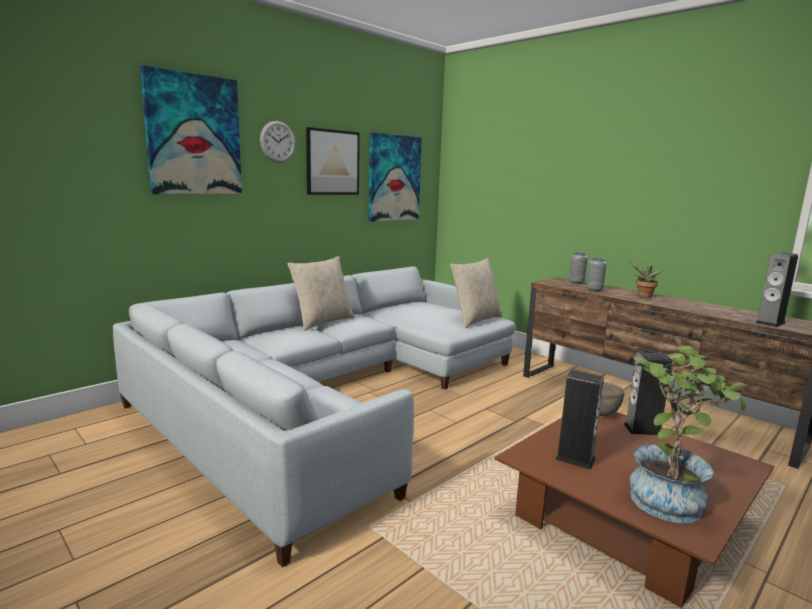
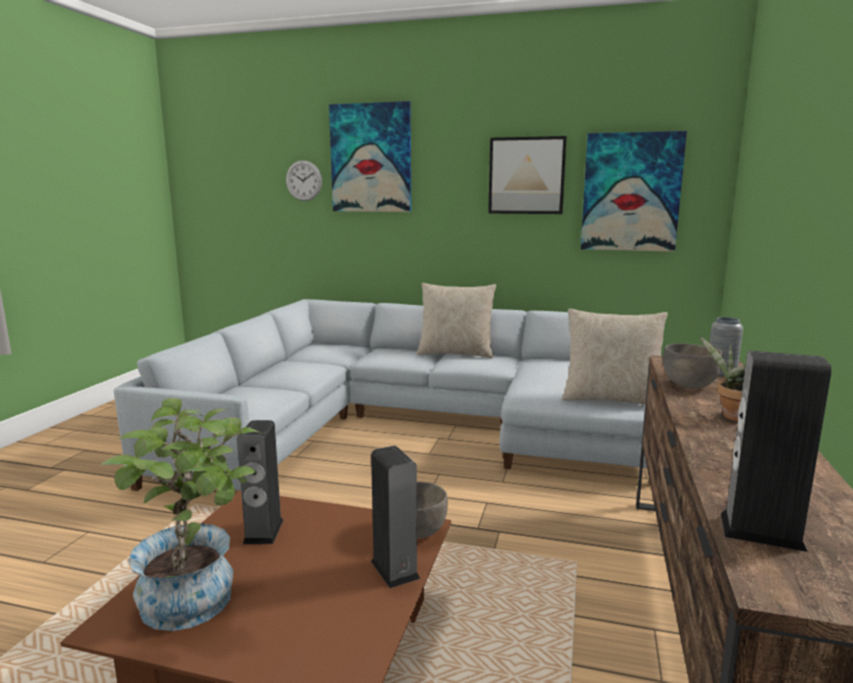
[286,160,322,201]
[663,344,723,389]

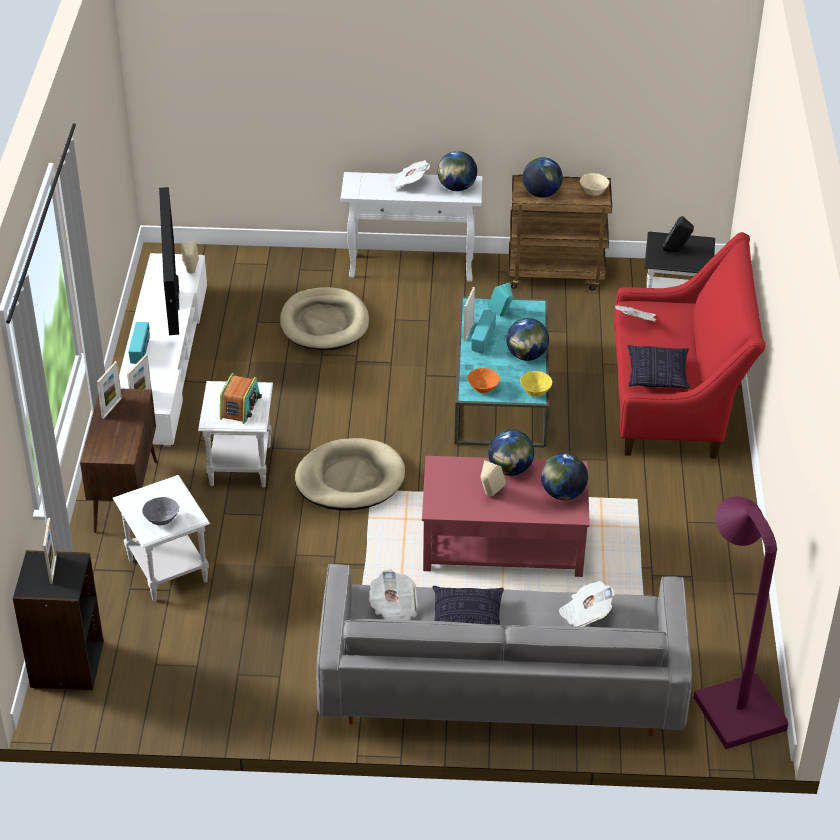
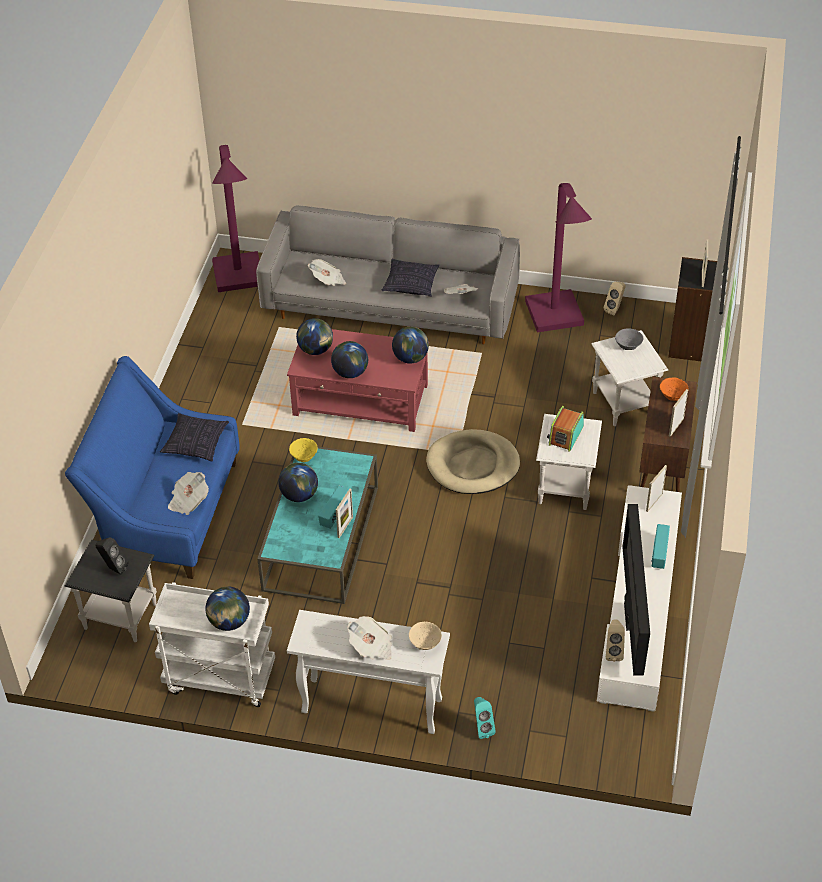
[392,327,429,364]
[409,622,442,650]
[149,582,275,707]
[65,356,240,579]
[474,697,496,739]
[280,287,369,350] (first image)
[660,378,689,401]
[604,282,626,315]
[525,183,592,332]

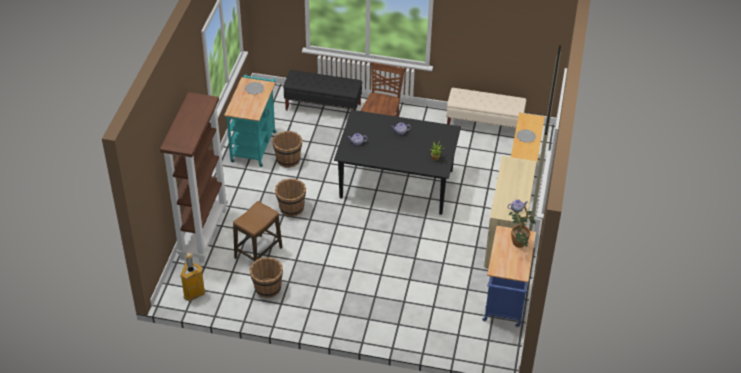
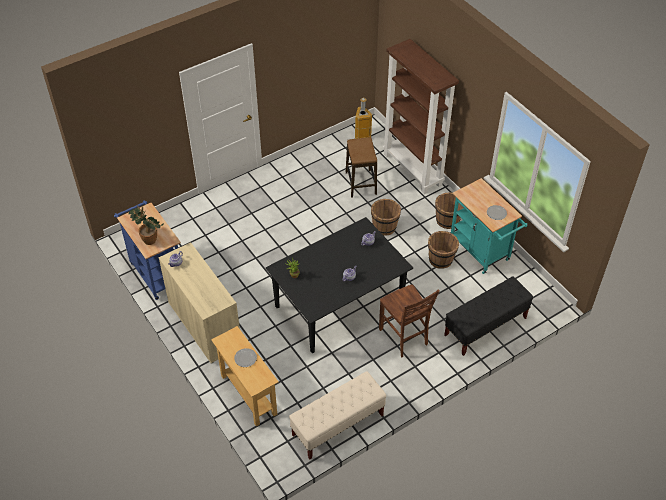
[435,192,464,229]

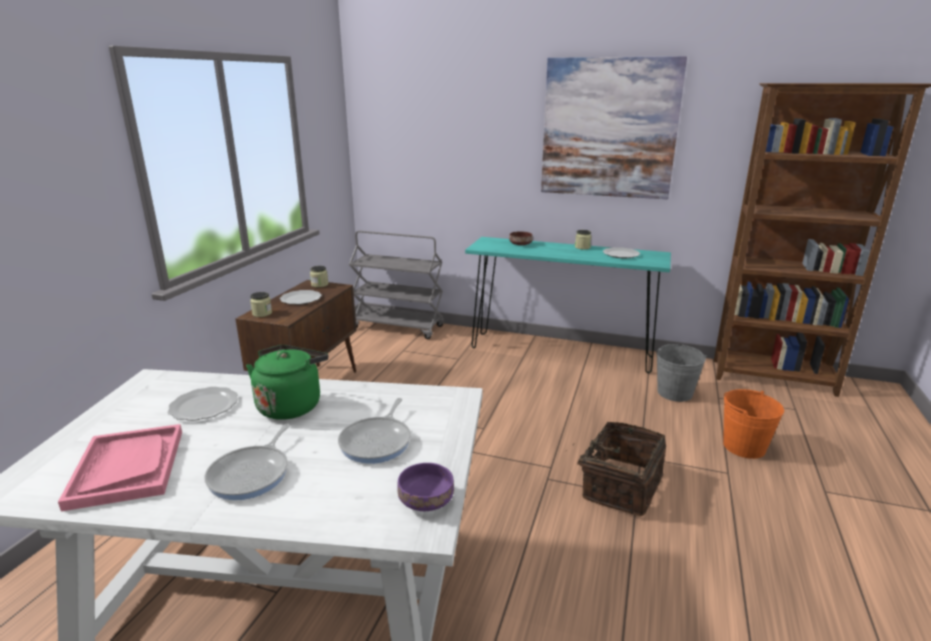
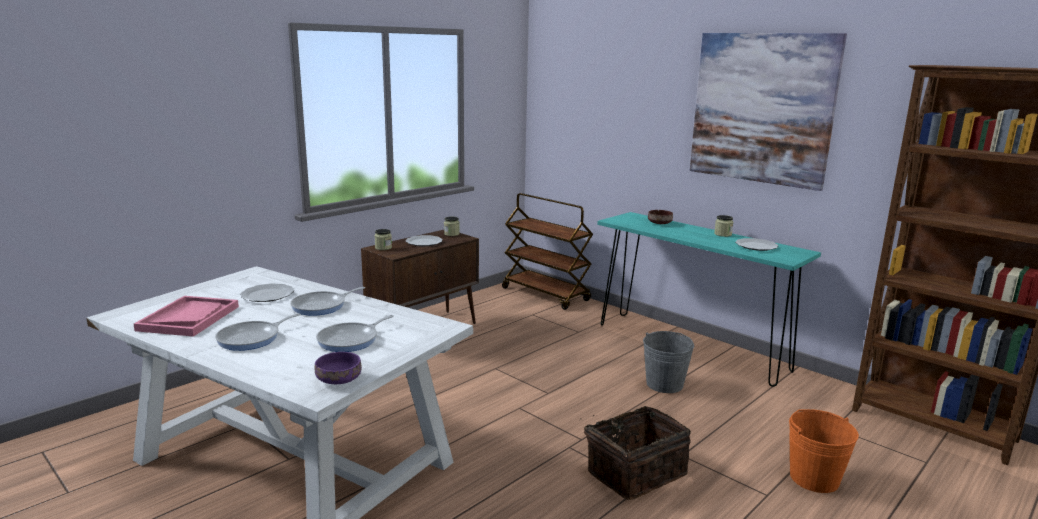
[502,193,593,310]
[643,331,694,393]
[290,287,365,316]

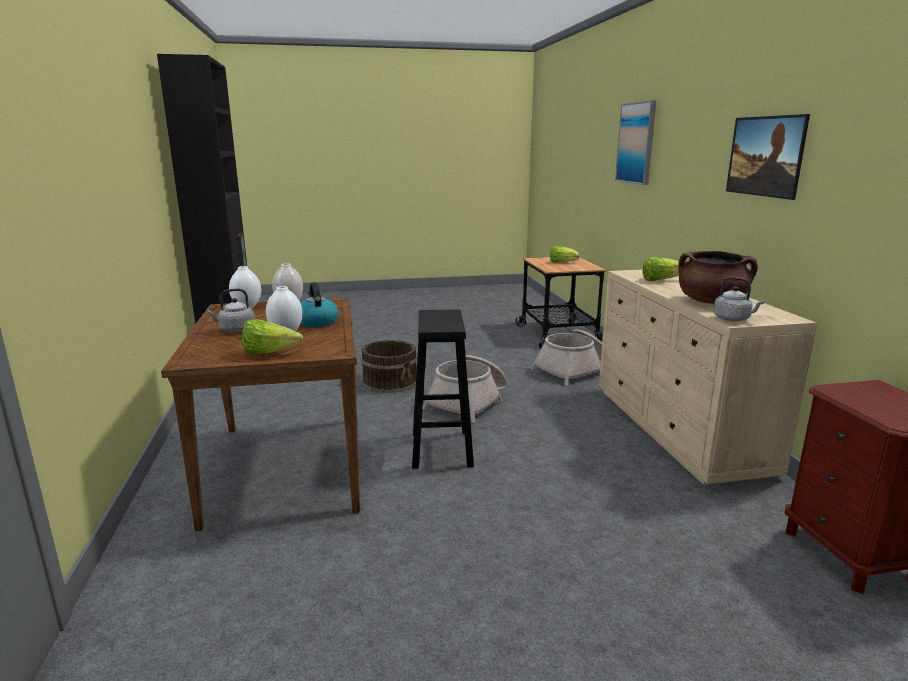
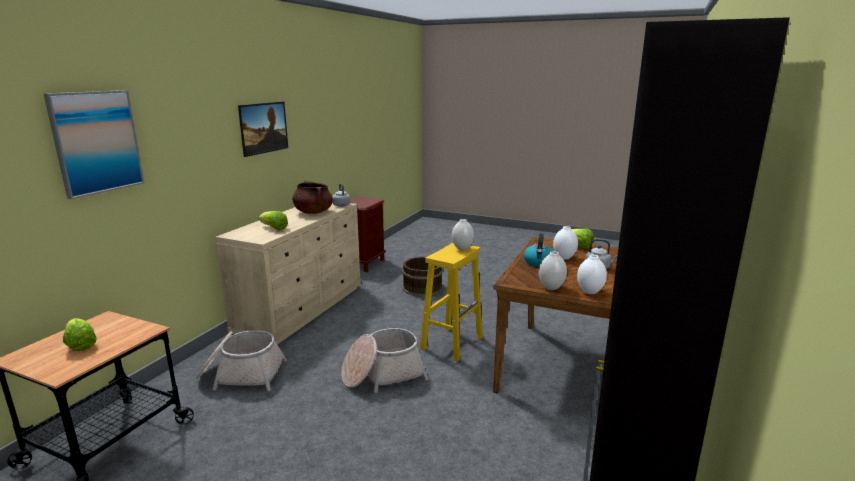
[420,243,483,362]
[402,257,443,297]
[452,219,474,250]

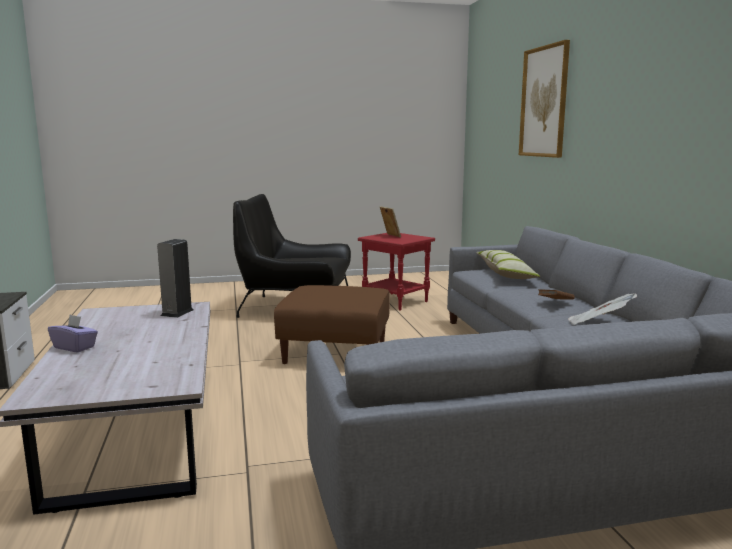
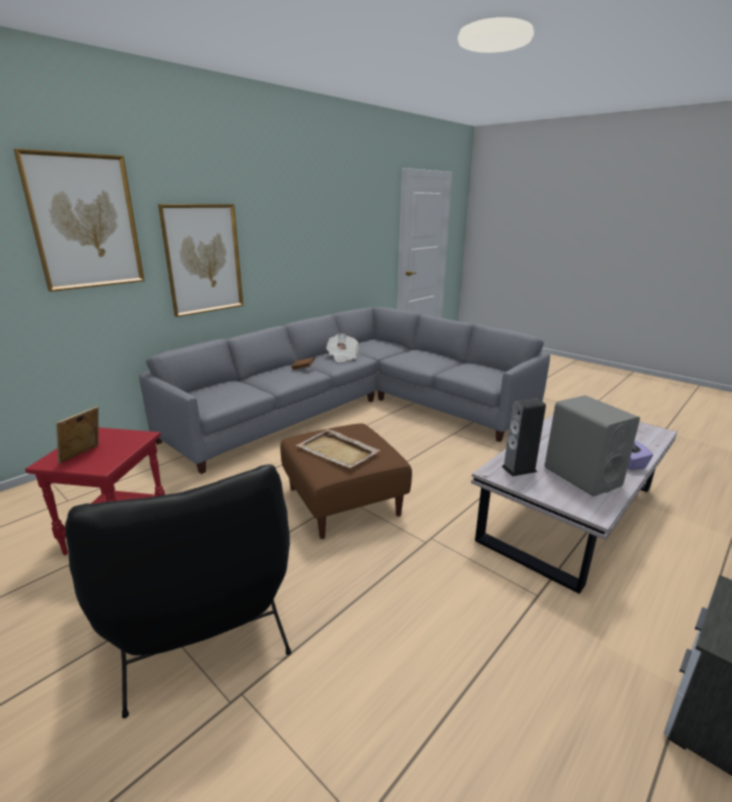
[476,250,540,279] (first image)
[158,204,243,317]
[544,395,640,497]
[296,429,380,468]

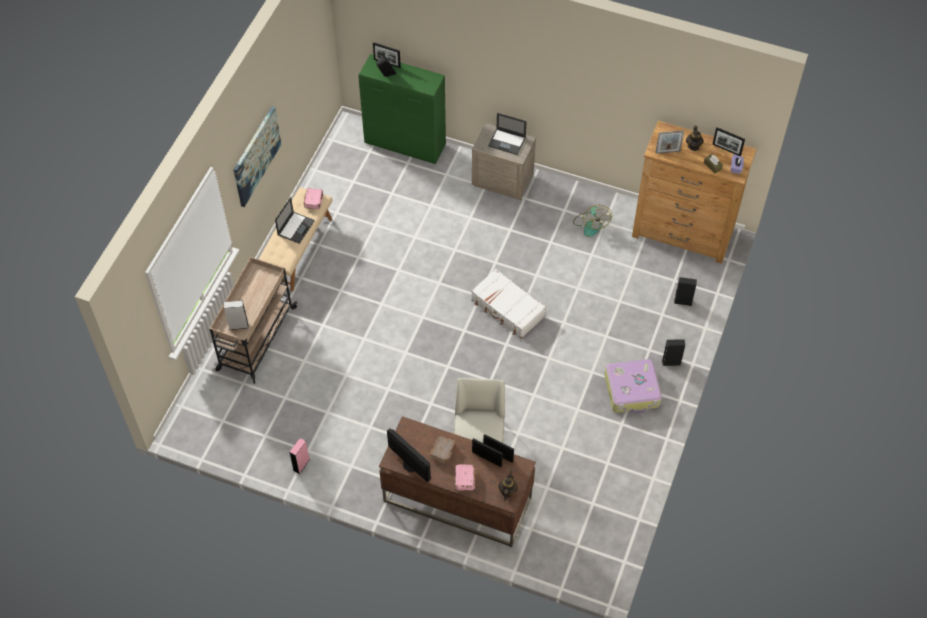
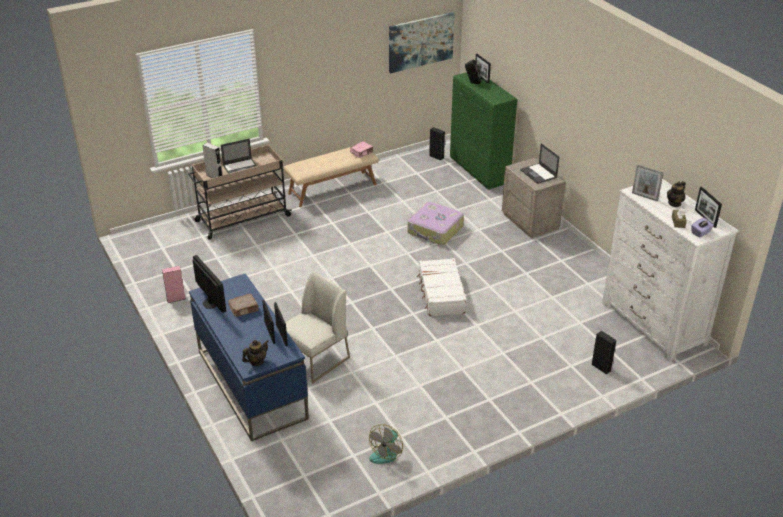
[389,12,455,73]
[602,179,738,362]
[221,138,256,174]
[369,424,403,464]
[429,127,445,161]
[408,202,464,245]
[189,273,309,441]
[193,255,226,313]
[455,464,475,491] (first image)

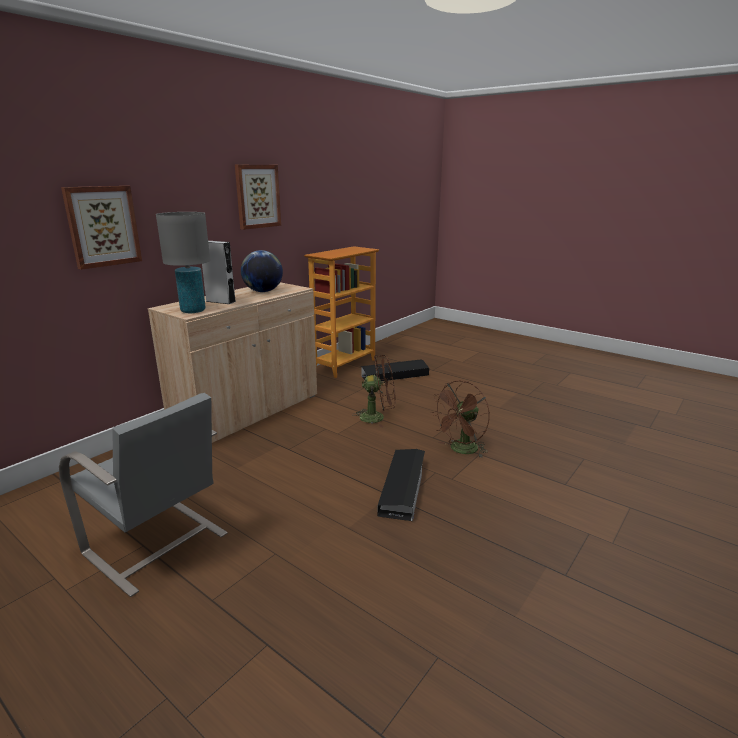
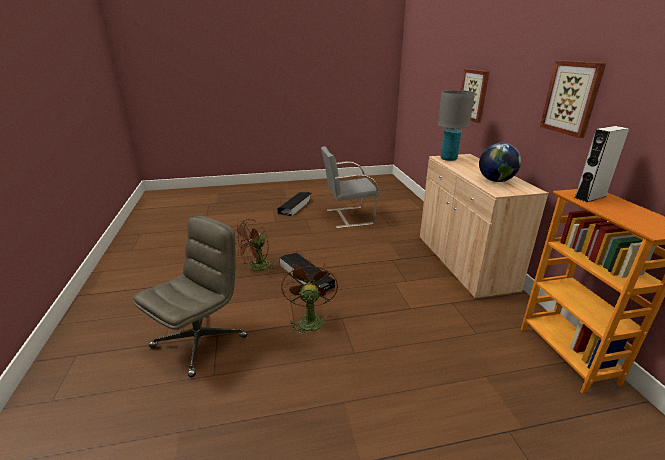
[575,126,629,202]
[235,219,276,272]
[277,192,312,217]
[133,216,247,378]

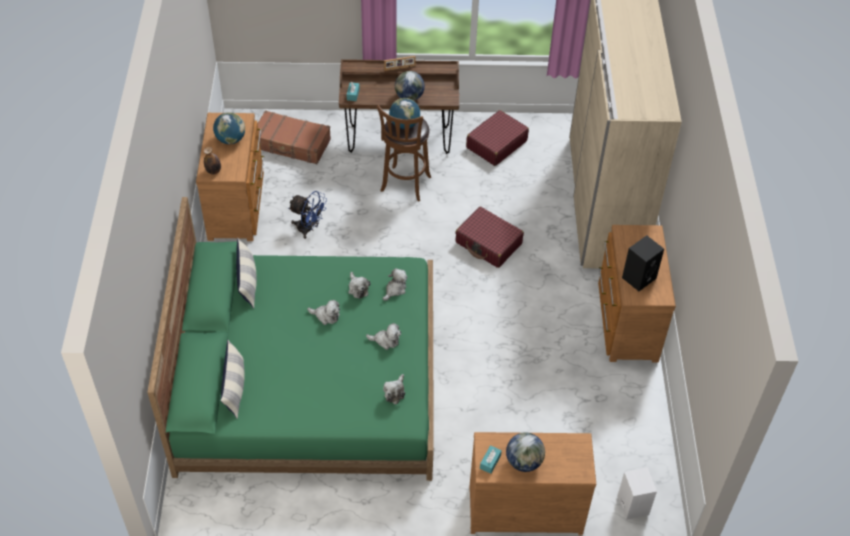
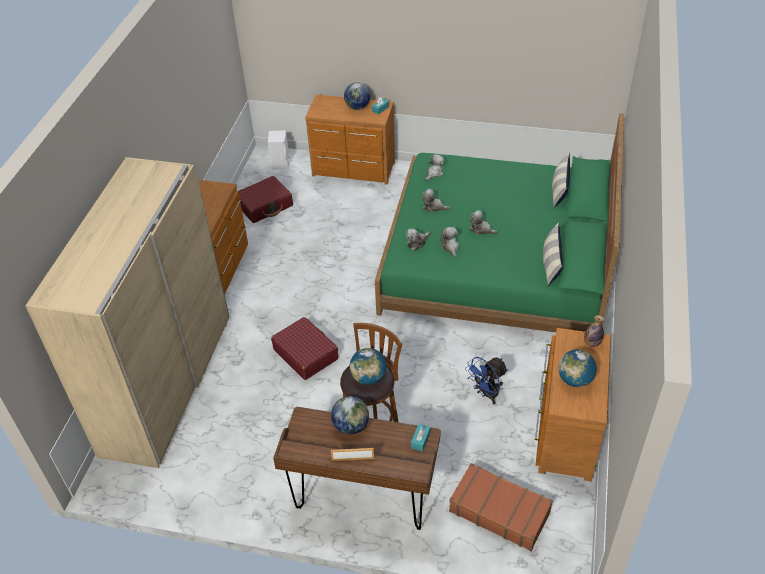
[238,176,293,223]
[465,357,508,405]
[622,235,664,291] (first image)

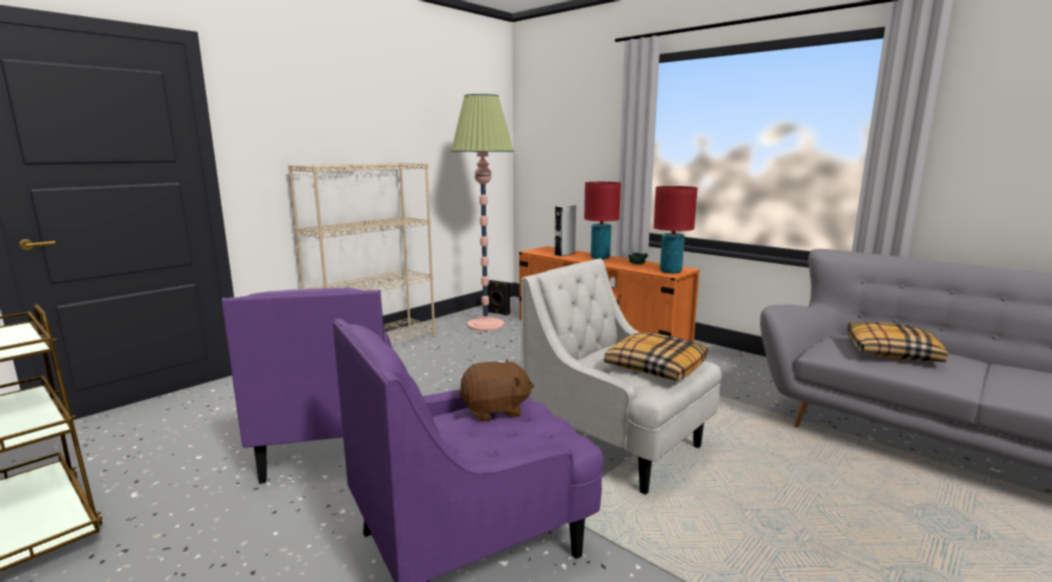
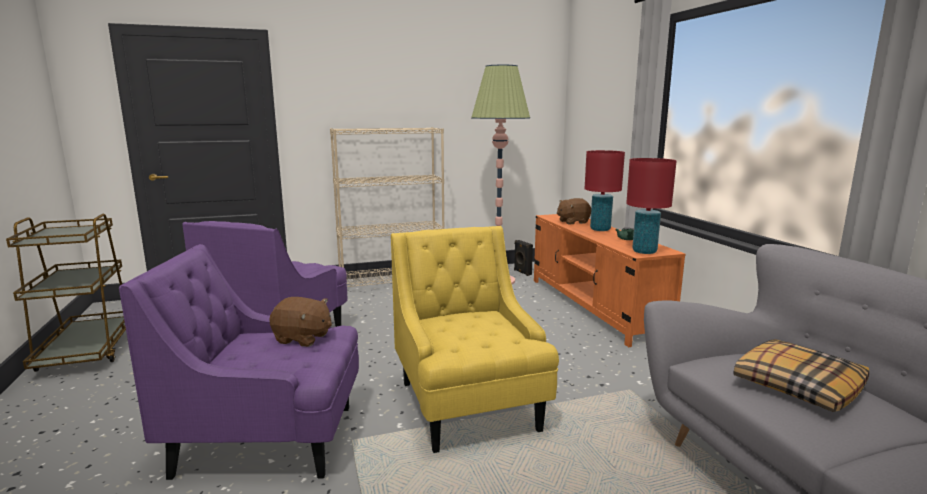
[557,198,591,225]
[391,226,559,453]
[604,332,708,381] (first image)

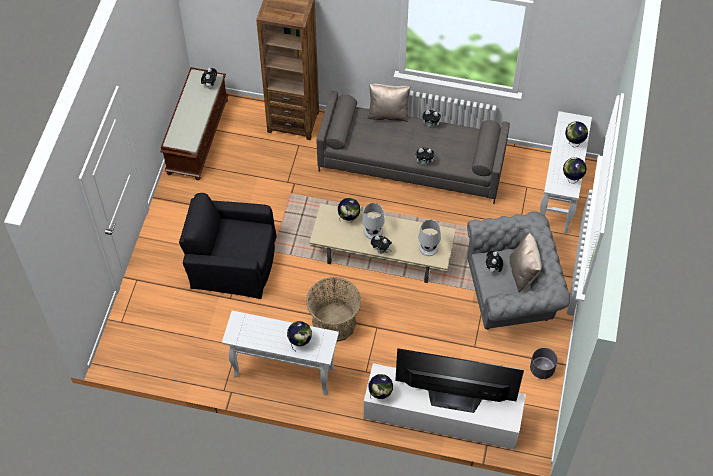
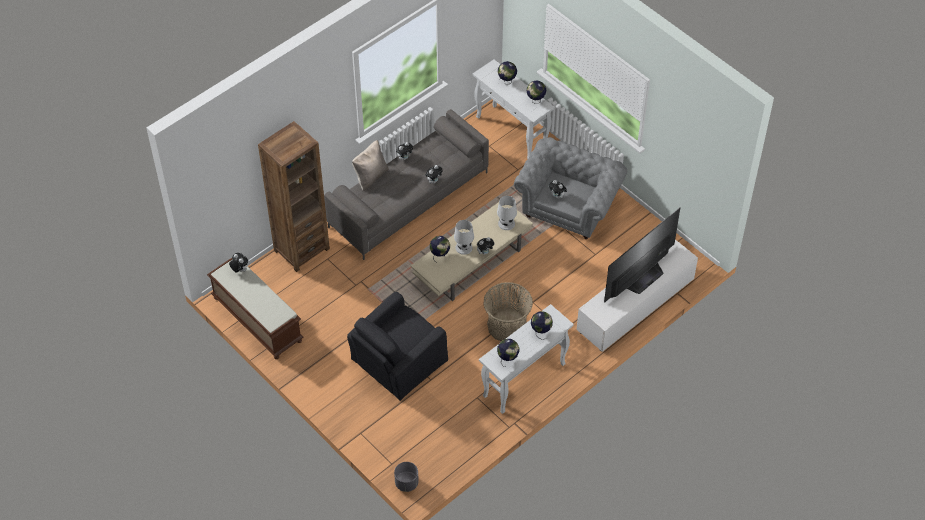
[509,232,542,293] (first image)
[394,462,419,492]
[497,339,519,367]

